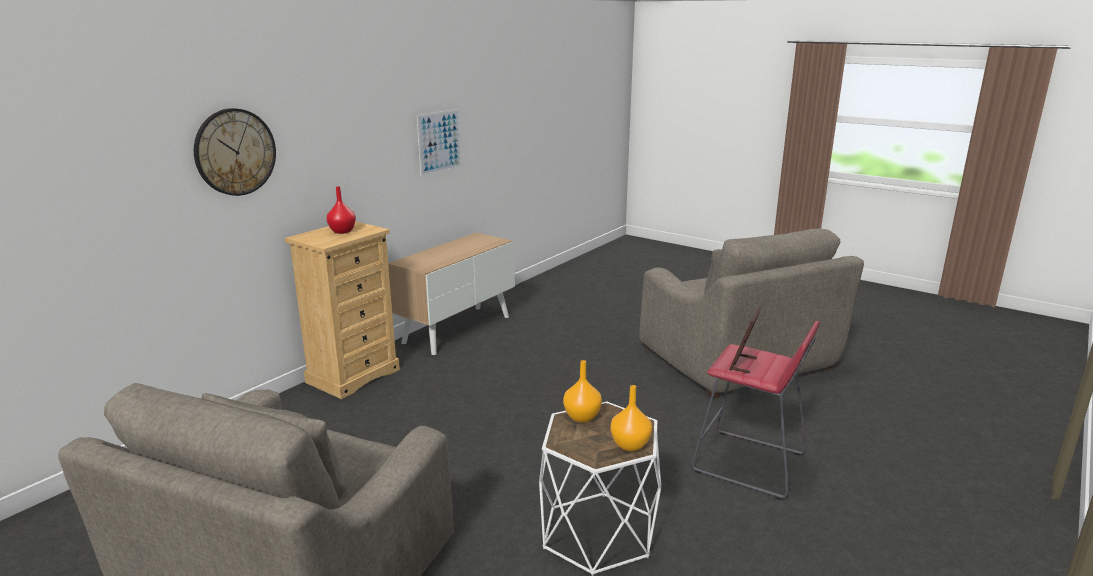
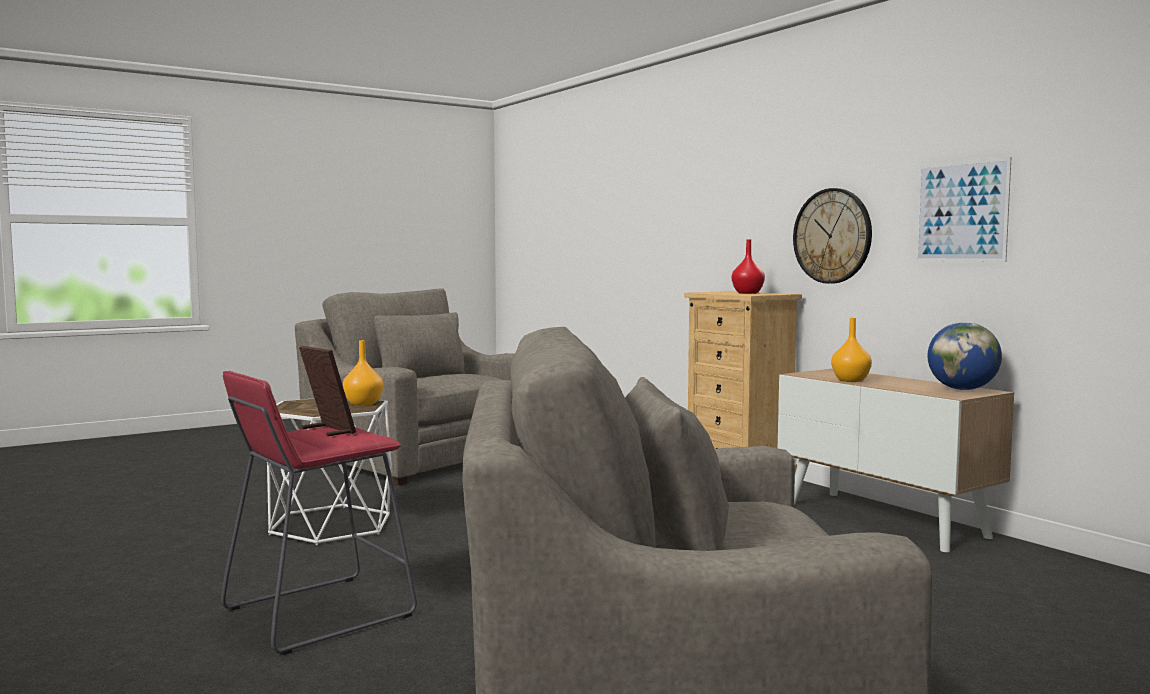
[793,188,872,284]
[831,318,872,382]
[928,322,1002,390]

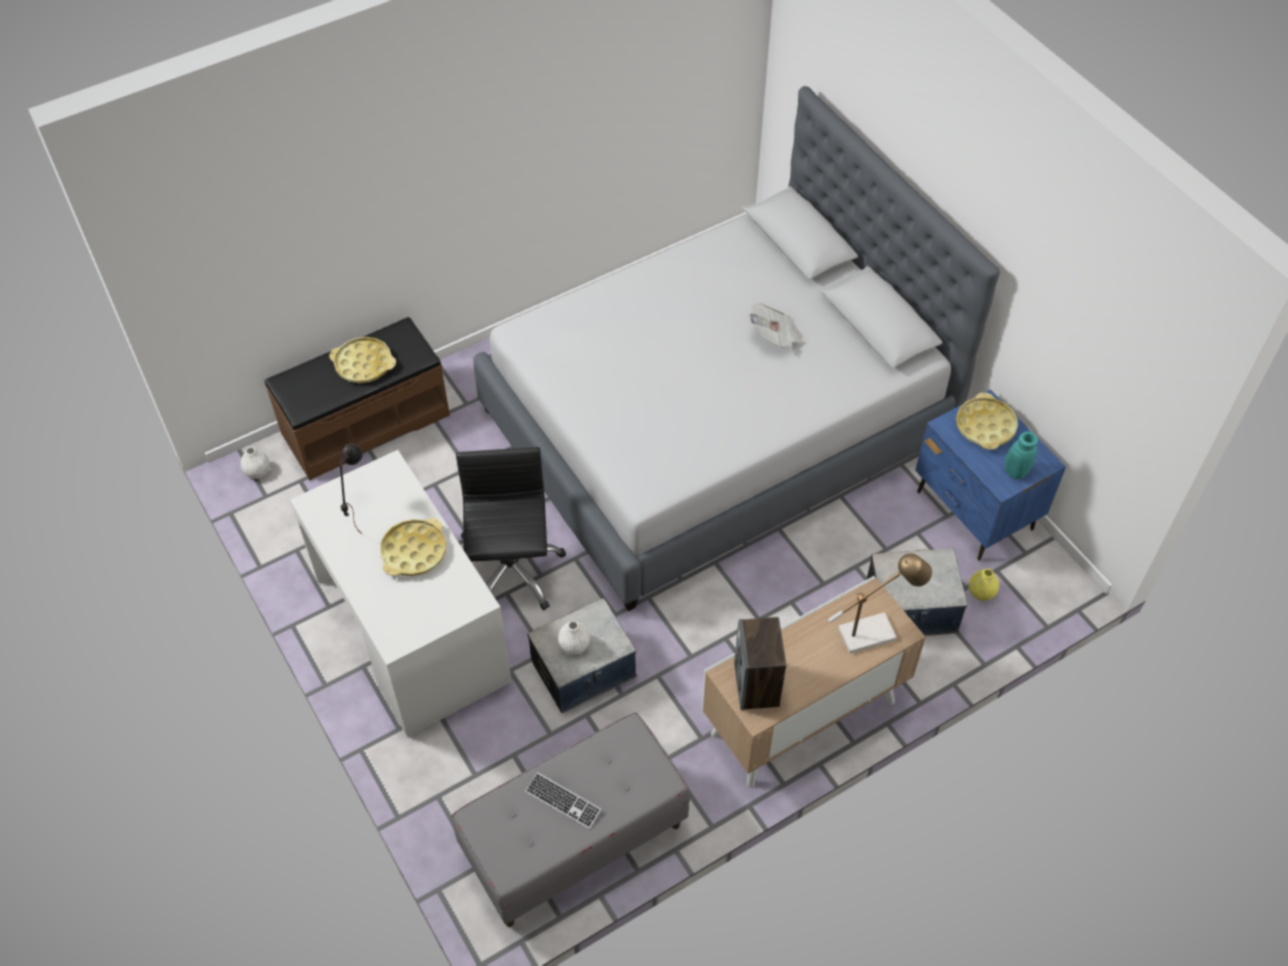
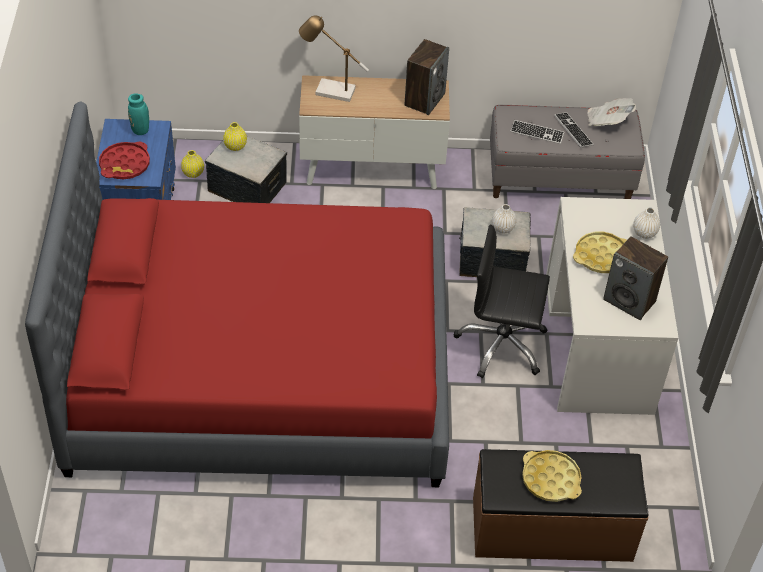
[25,101,449,487]
[588,98,636,126]
[99,142,150,180]
[603,237,668,320]
[633,207,660,239]
[453,224,550,378]
[510,120,564,144]
[223,122,247,151]

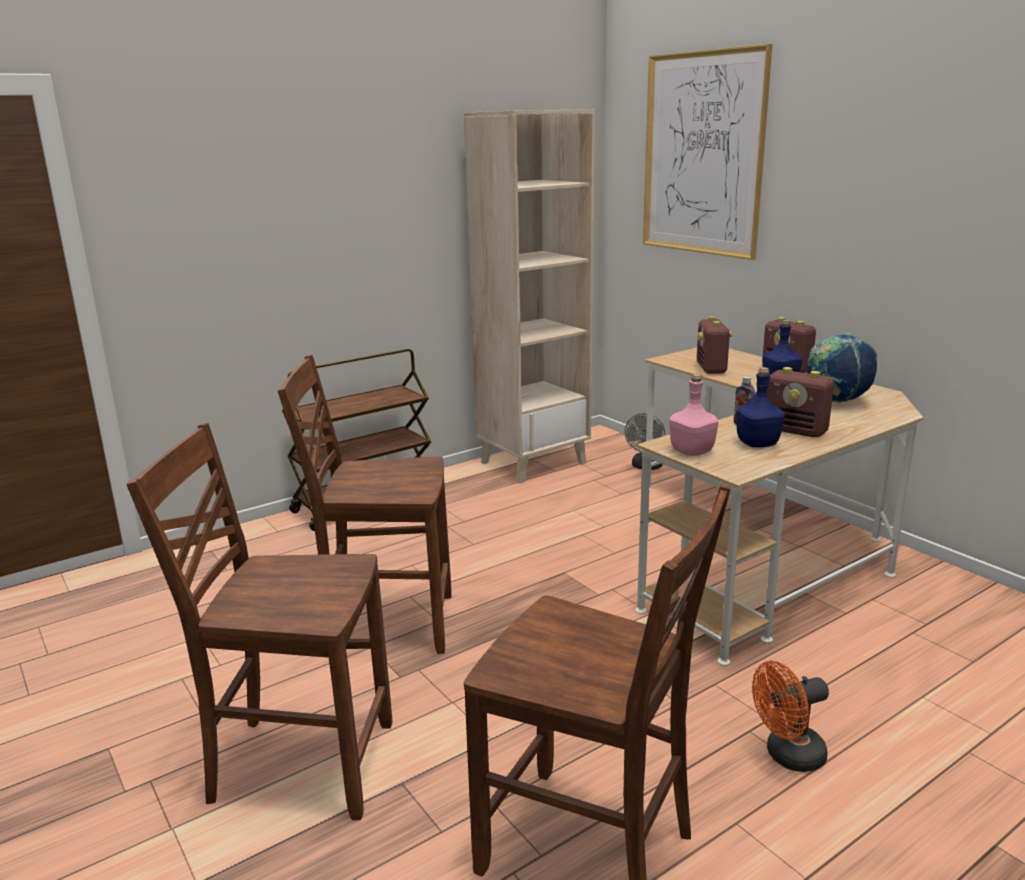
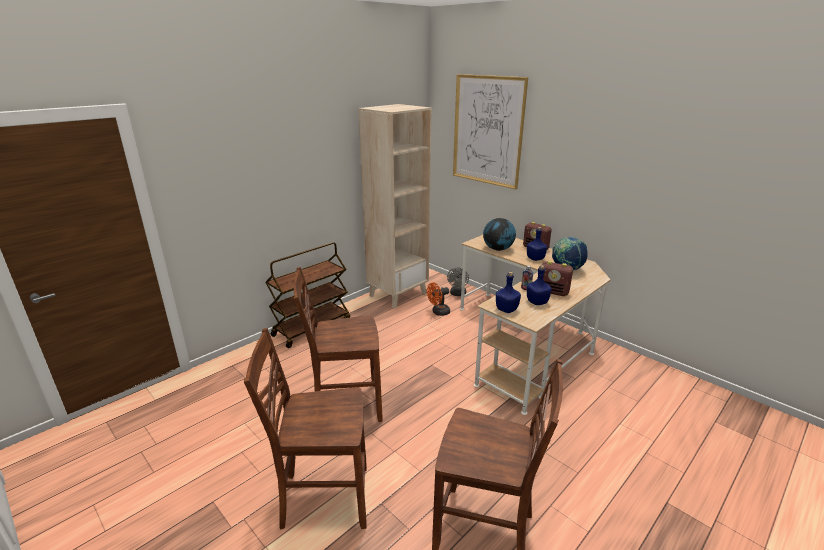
[483,218,516,251]
[496,272,521,313]
[427,282,450,316]

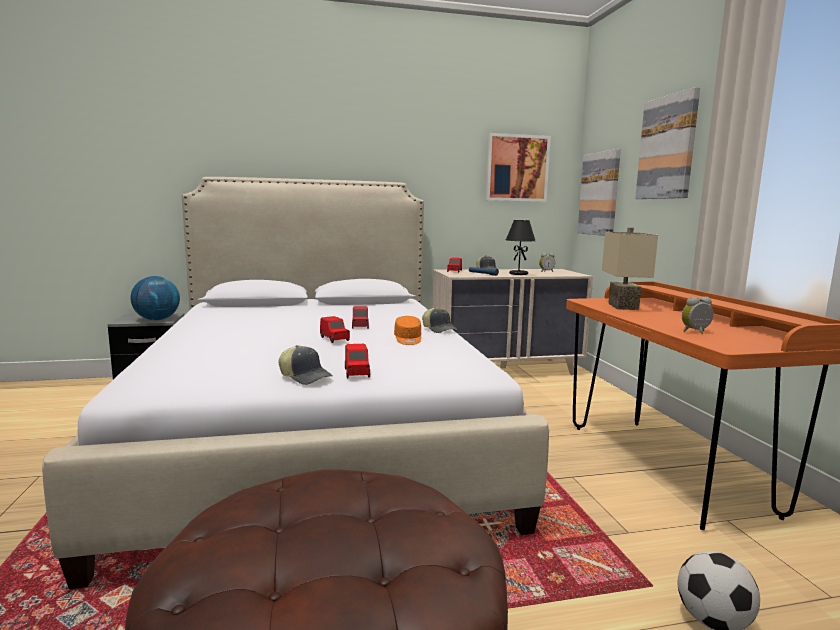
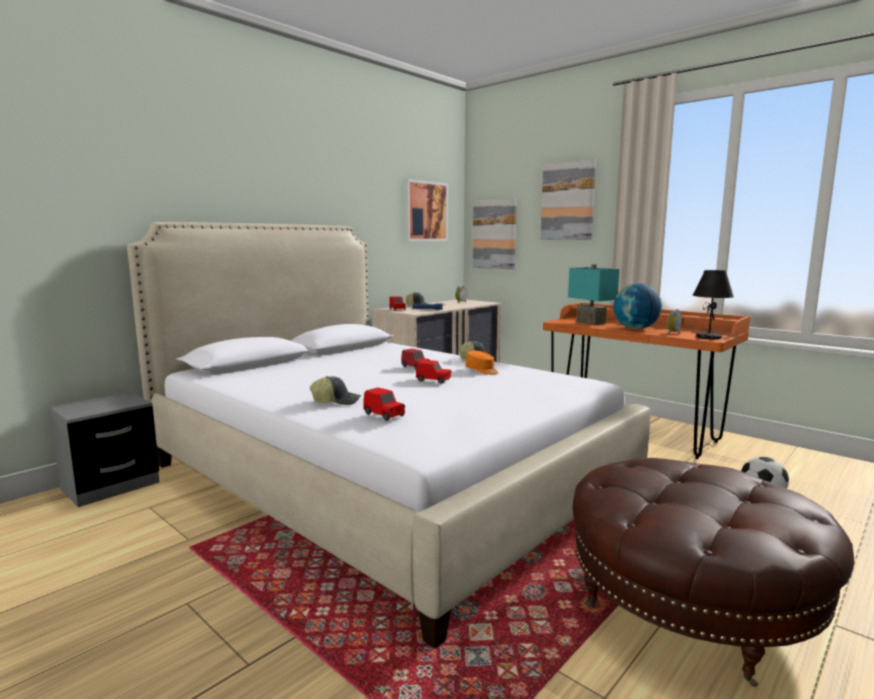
[693,270,734,339]
[568,264,619,325]
[613,283,662,329]
[363,388,405,421]
[310,376,361,405]

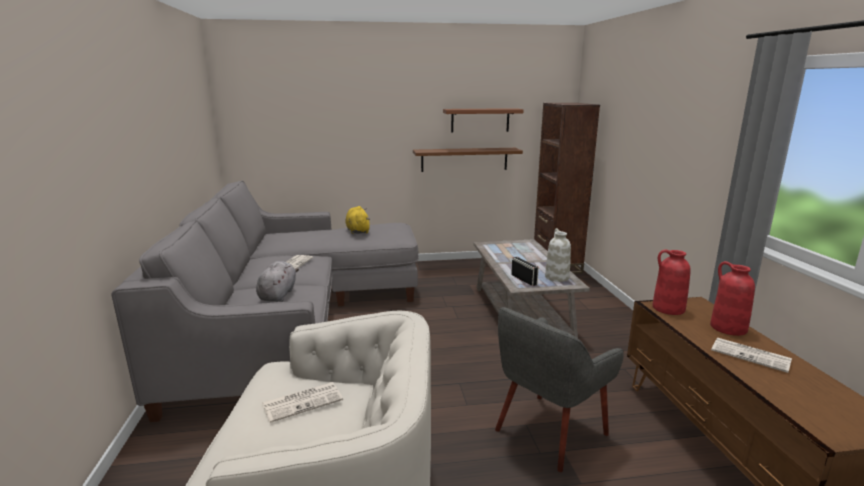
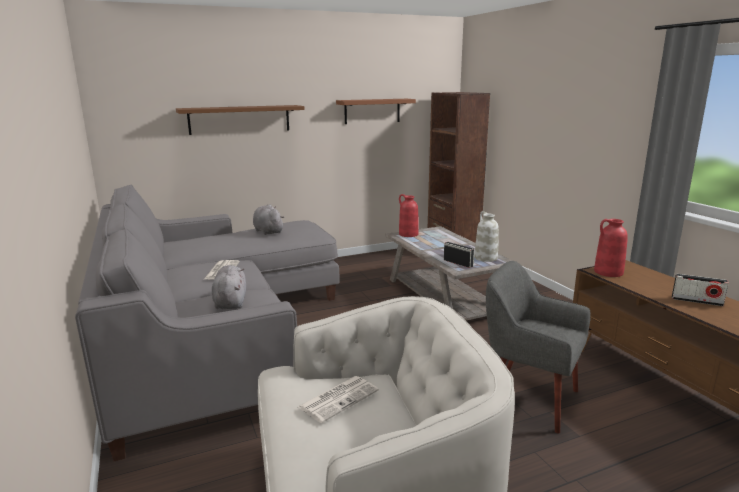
[176,105,304,135]
[253,204,284,235]
[399,194,419,237]
[486,261,591,434]
[672,274,729,306]

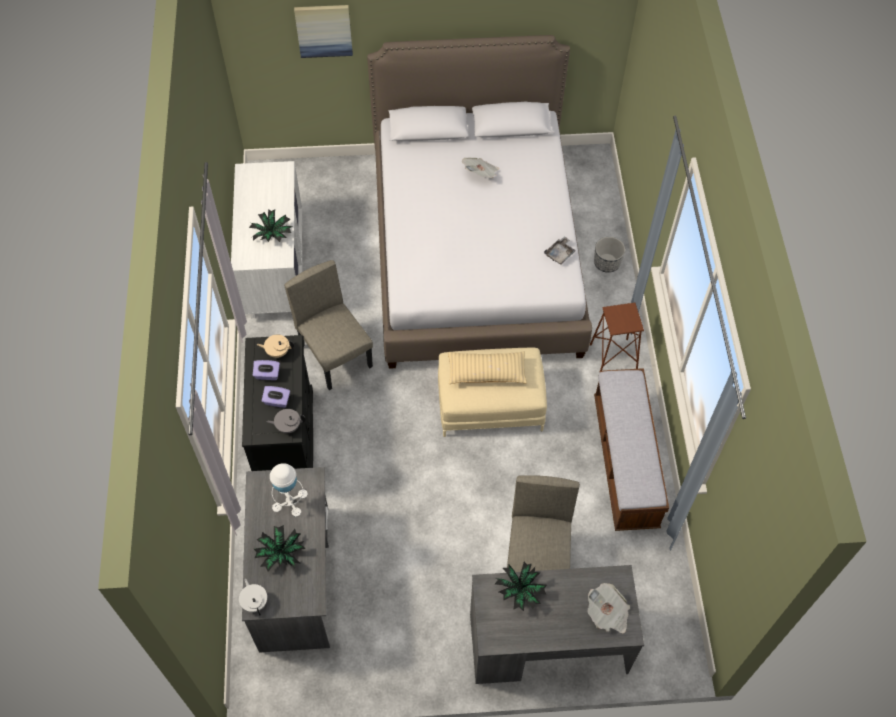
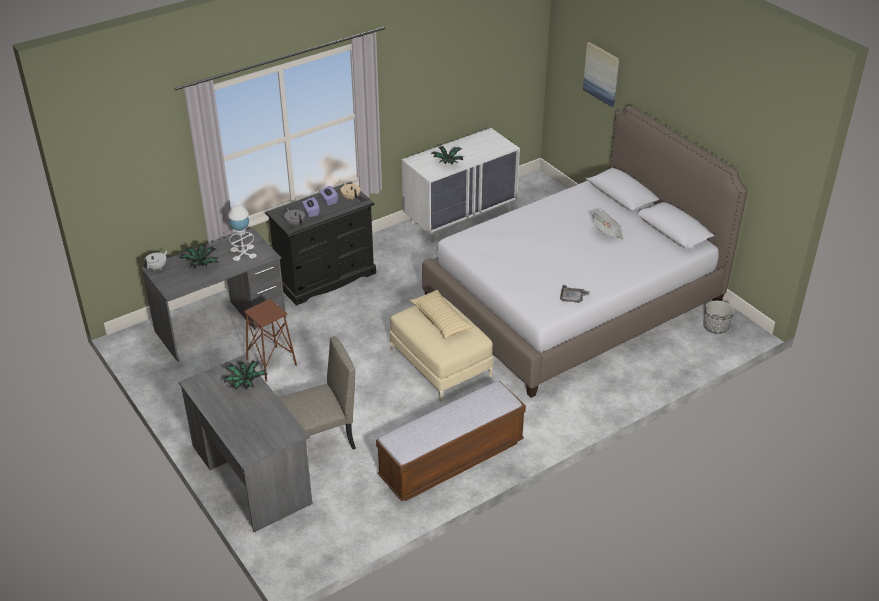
[703,301,734,334]
[284,260,373,390] (first image)
[244,299,297,381]
[587,583,630,633] (first image)

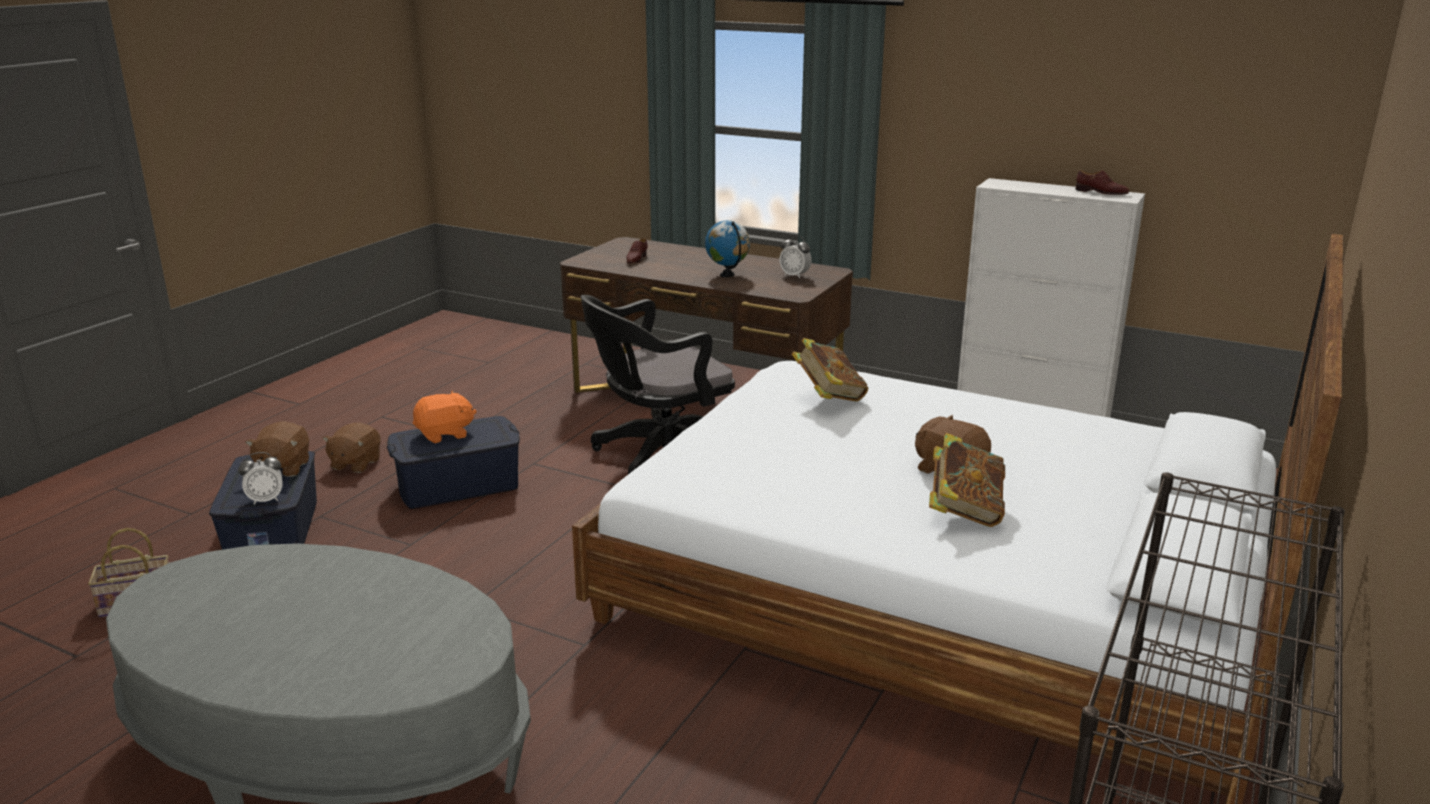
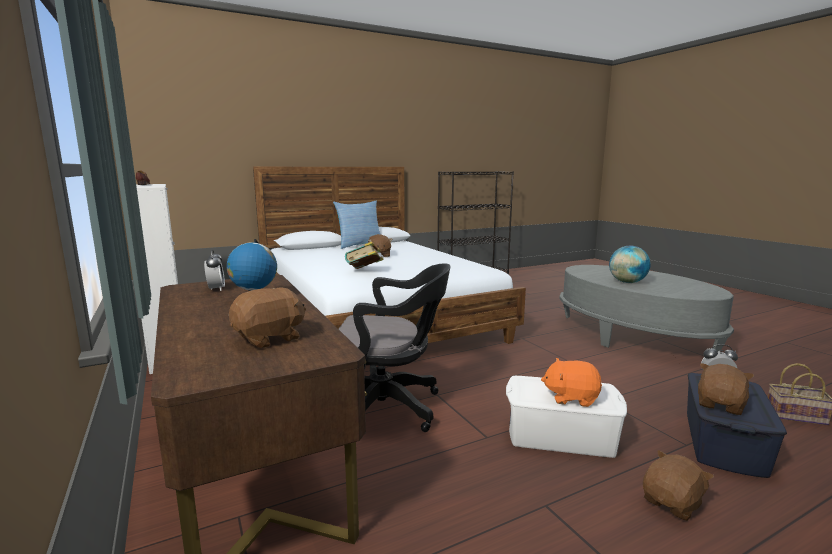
[229,288,306,348]
[506,376,627,458]
[929,433,1005,527] (first image)
[333,200,380,249]
[609,246,651,283]

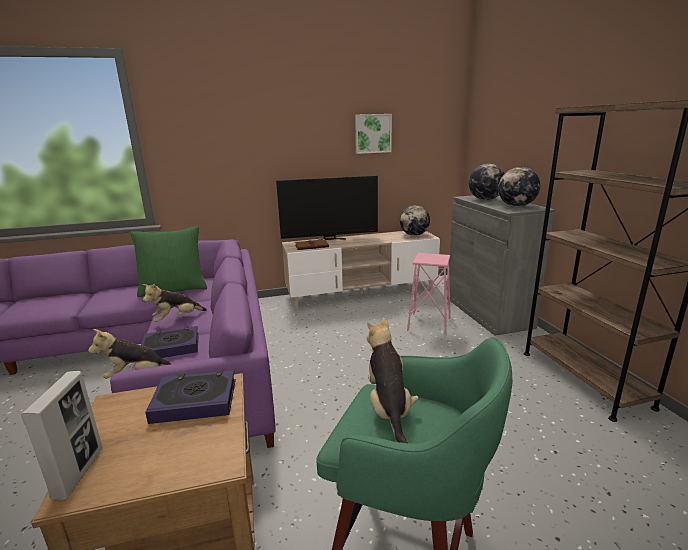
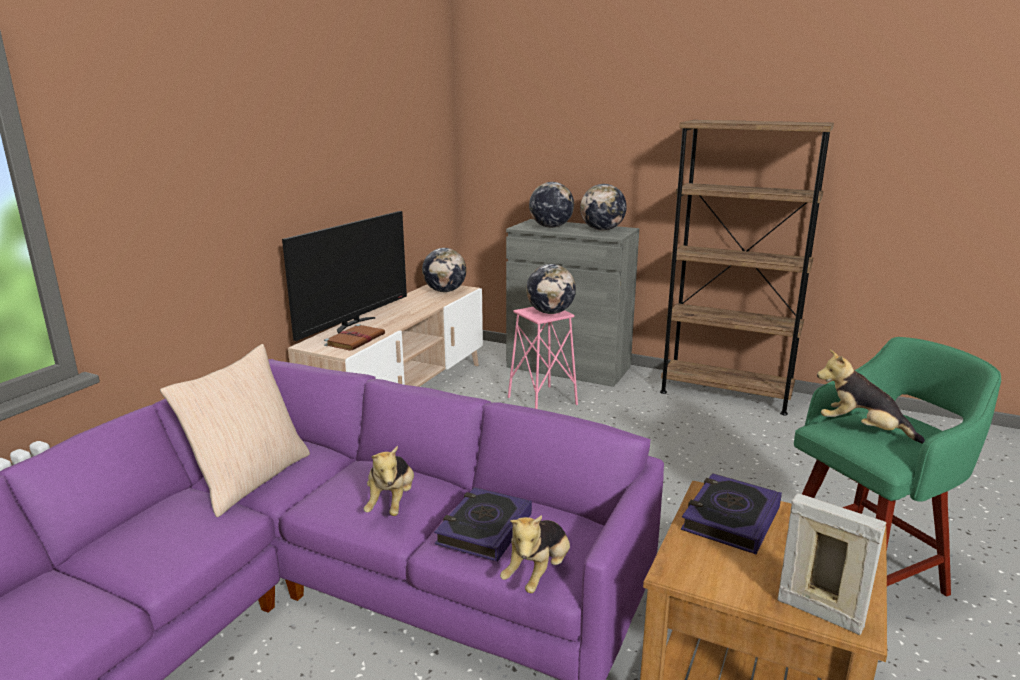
[355,114,392,154] (first image)
[160,344,310,517]
[526,264,576,314]

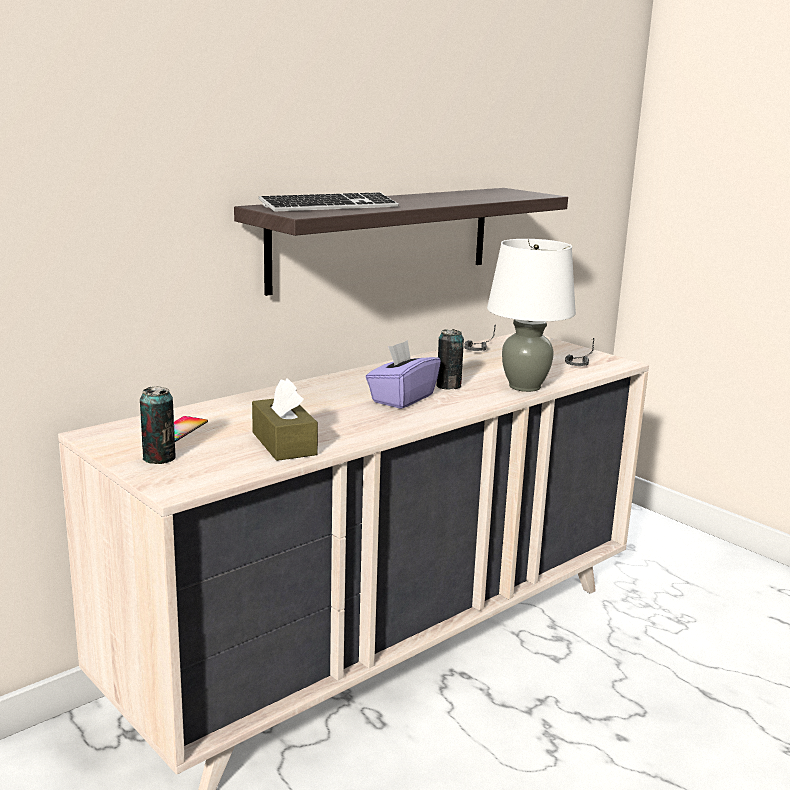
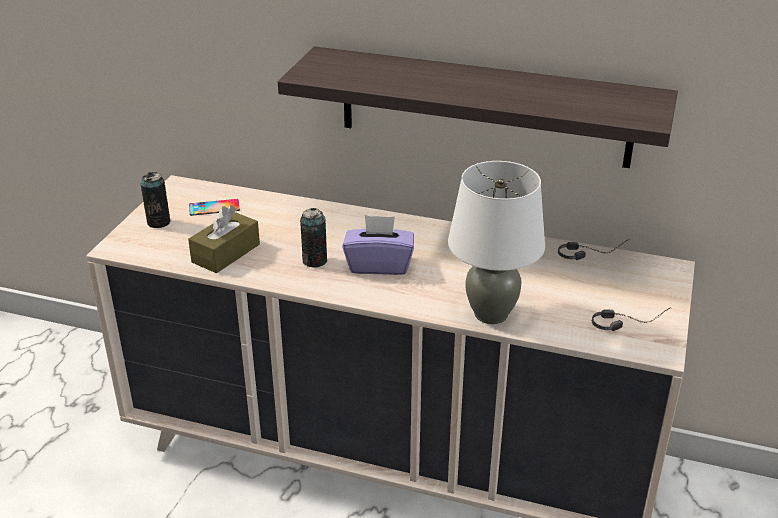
[259,192,399,211] (first image)
[300,208,327,268]

